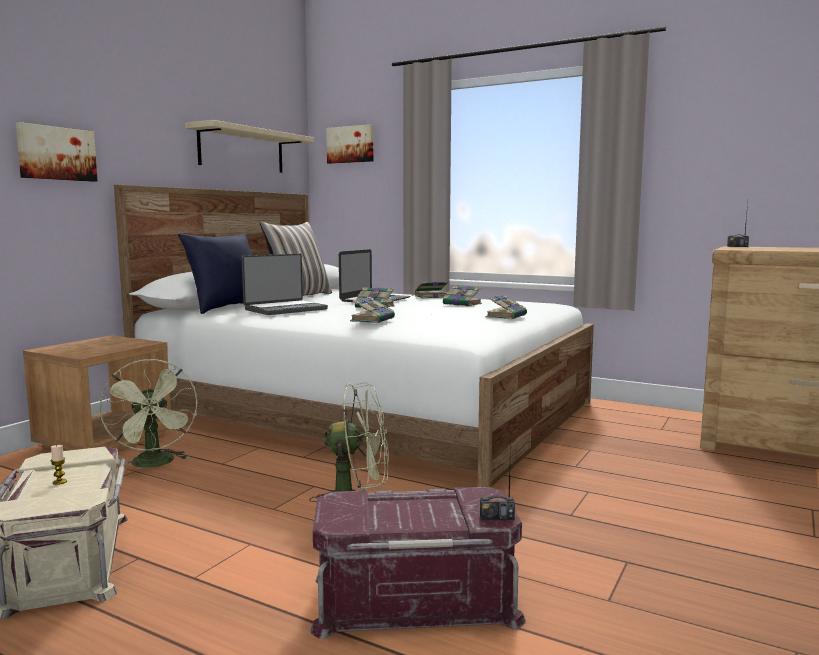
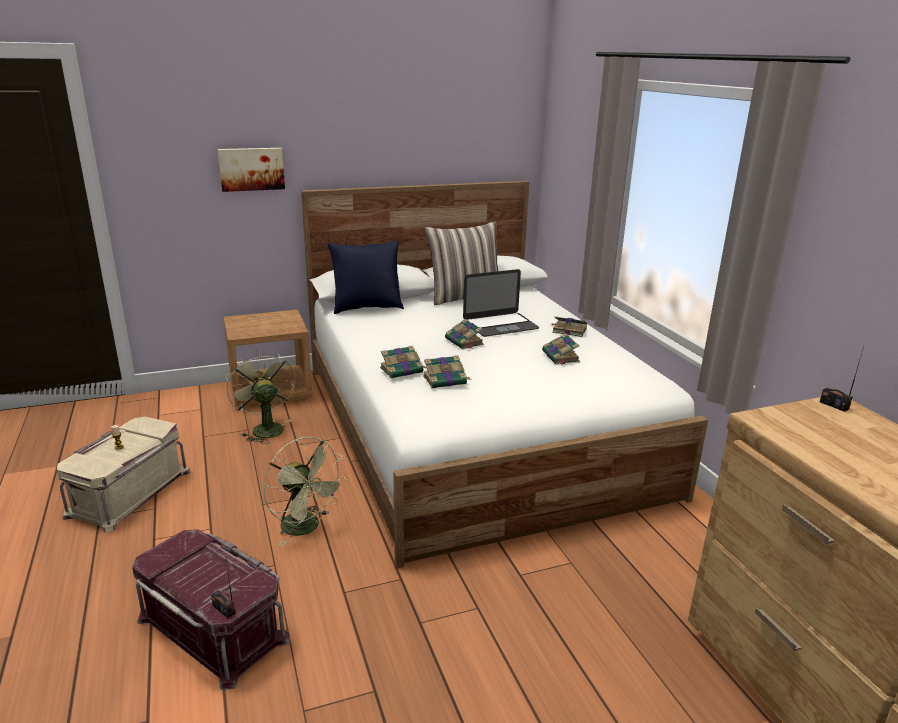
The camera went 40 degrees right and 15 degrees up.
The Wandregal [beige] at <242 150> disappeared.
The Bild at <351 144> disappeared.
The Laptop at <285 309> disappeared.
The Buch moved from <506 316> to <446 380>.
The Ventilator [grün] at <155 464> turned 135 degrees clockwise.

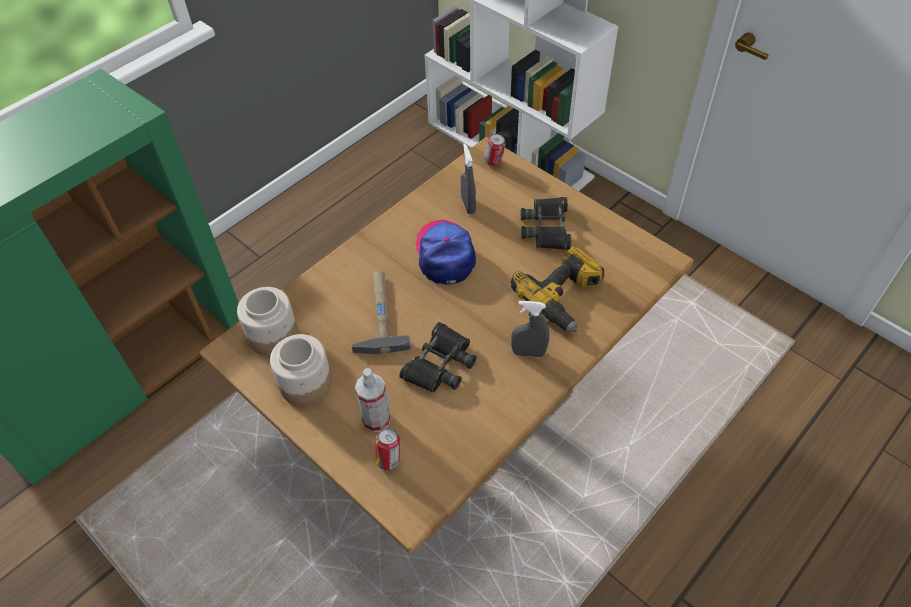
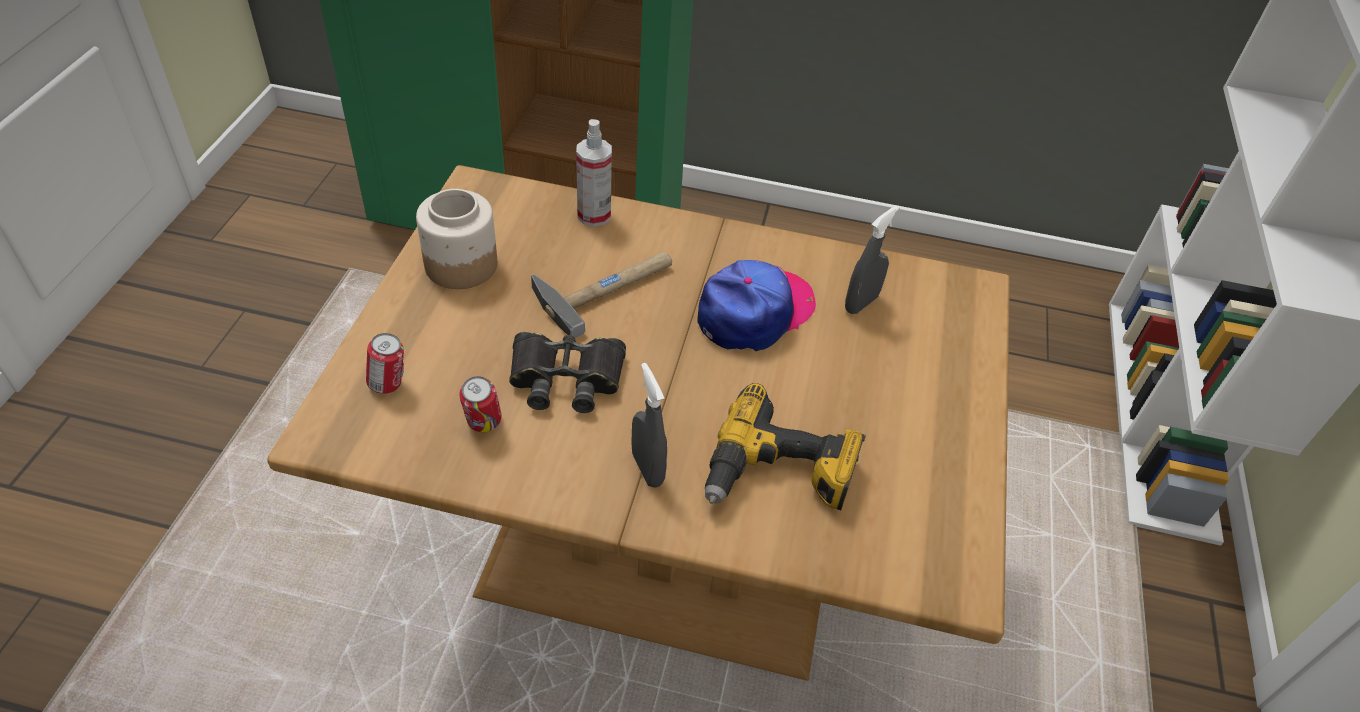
The camera went 55 degrees right and 5 degrees down.
The Dose moved from <494 162> to <483 424>.
The Fernglas [schwarz] at <547 228> disappeared.
The Vorratsglas at <272 336> disappeared.
The Sprühflasche moved from <376 420> to <594 215>.

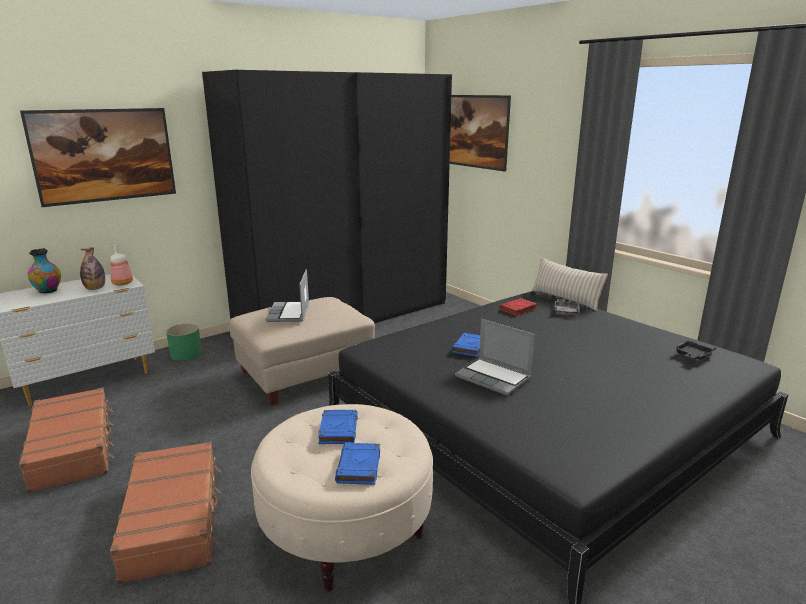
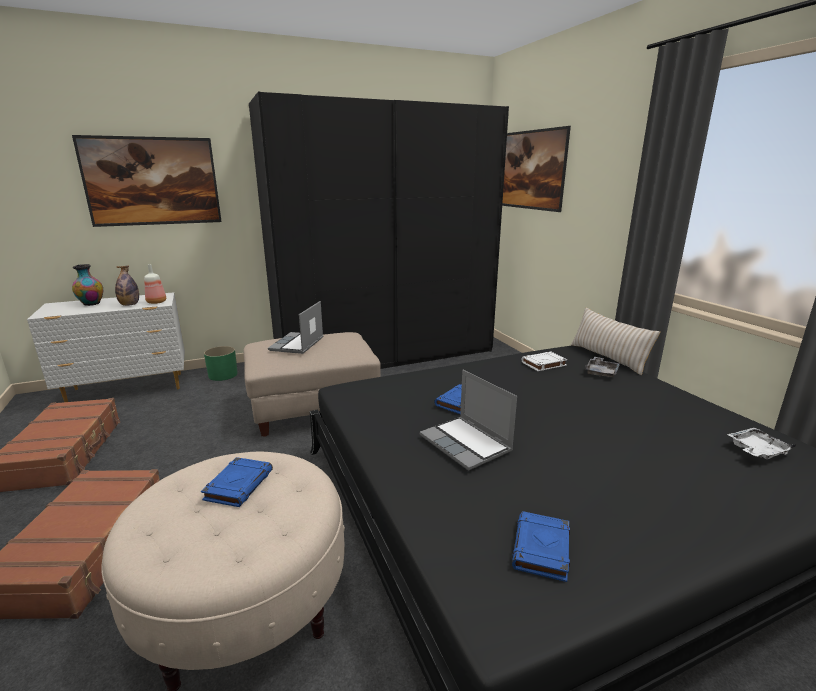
The camera went 15 degrees right and 0 degrees up.
The Buch [rot] at <518 309> became the Buch [weiß] at <543 364>.
The Tablett [schwarz] at <692 355> became the Tablett [weiß] at <756 450>.
The Buch [blau] moved from <359 467> to <541 550>.

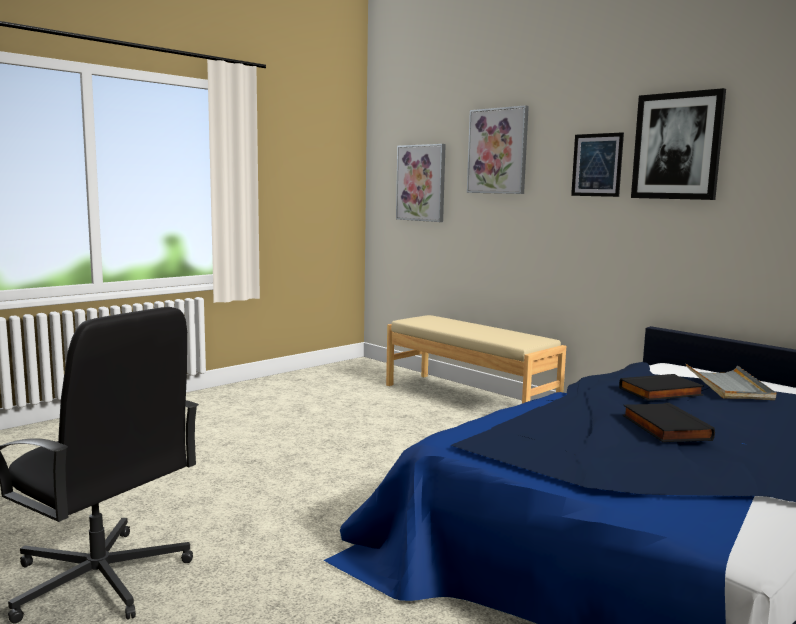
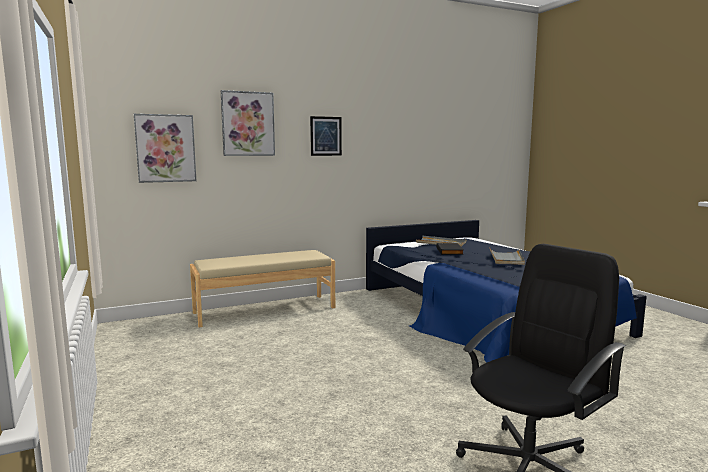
The camera went 70 degrees left and 0 degrees up.
The Bild at <677 146> disappeared.
The Buch [schwarz] at <663 427> was replaced by the Tablett [grau] at <506 258>.

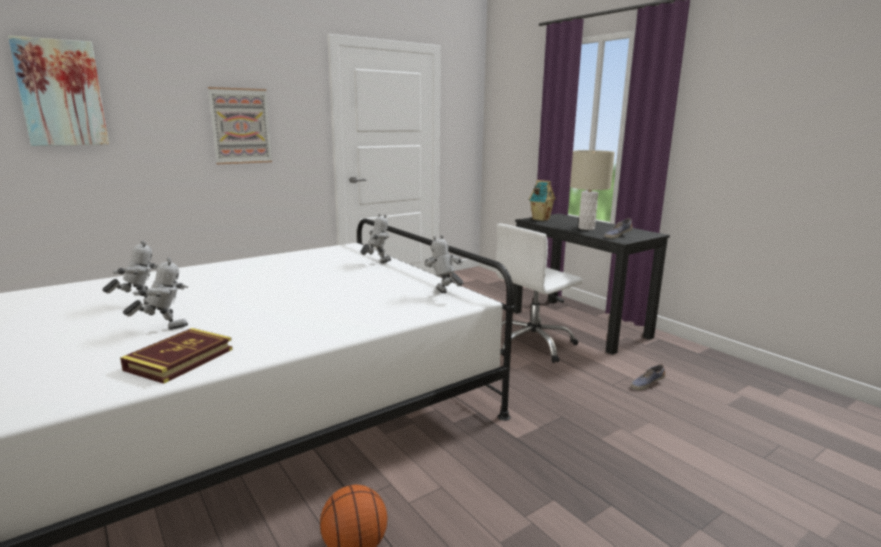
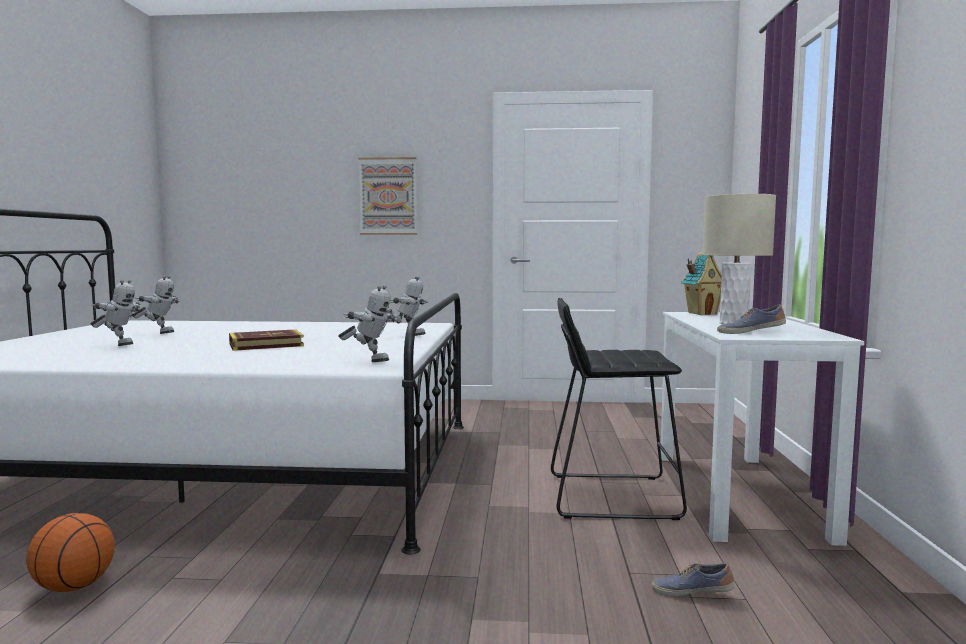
The camera went 40 degrees right and 10 degrees down.
The Bild at <61 93> disappeared.
The Schreibtisch [schwarz] at <579 324> became the Schreibtisch [weiß] at <737 494>.
The Bürostuhl [weiß] at <533 344> was replaced by the Hocker [schwarz] at <612 496>.
The Spielzeugroboter at <444 295> turned 105 degrees clockwise.
The Buch moved from <180 359> to <266 345>.

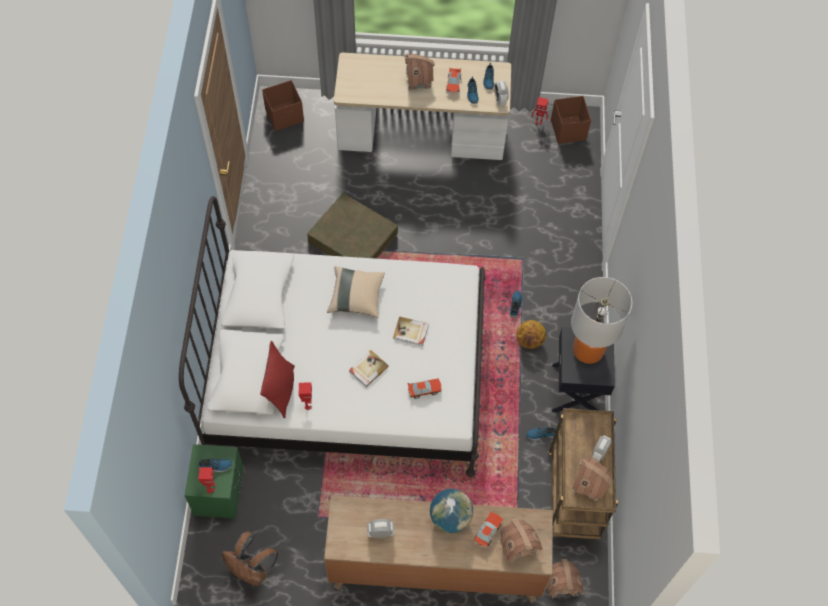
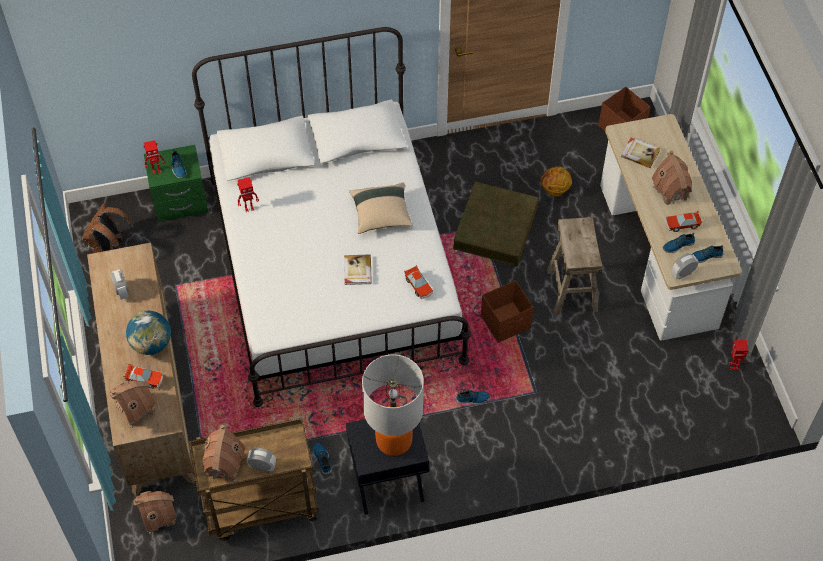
The camera went 75 degrees right and 5 degrees down.
The Aufbewahrungsbox [braun] moved from <568 129> to <506 322>.
The Basketball moved from <529 341> to <555 190>.
The Kissen [rot] at <281 390> disappeared.
The Buch moved from <368 369> to <640 153>.
The Spielzeugauto moved from <424 390> to <418 286>.
The Hocker [beige] at <571 290> appeared.

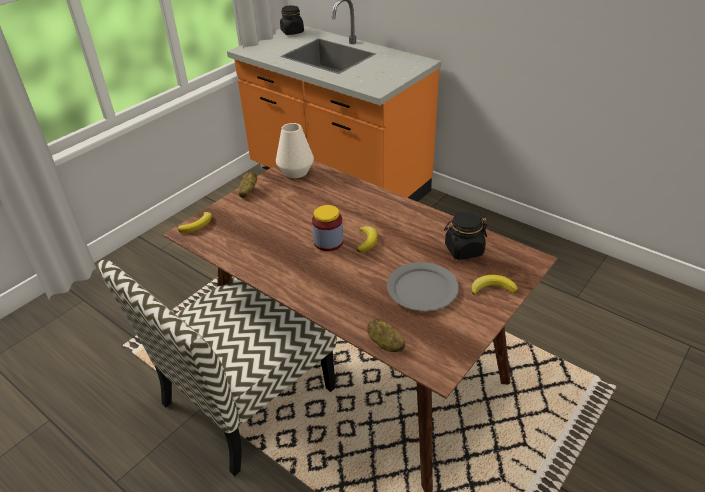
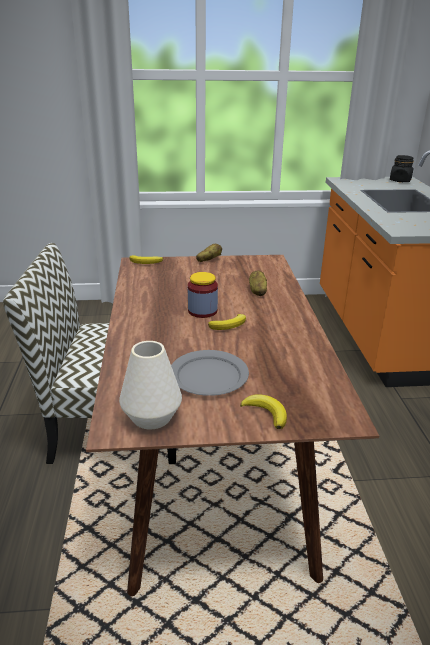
The camera went 45 degrees right and 10 degrees down.
The Vase [weiß] moved from <296 172> to <151 417>.
The Vorratsglas [schwarz] at <463 250> disappeared.
The Kartoffel moved from <385 344> to <257 291>.

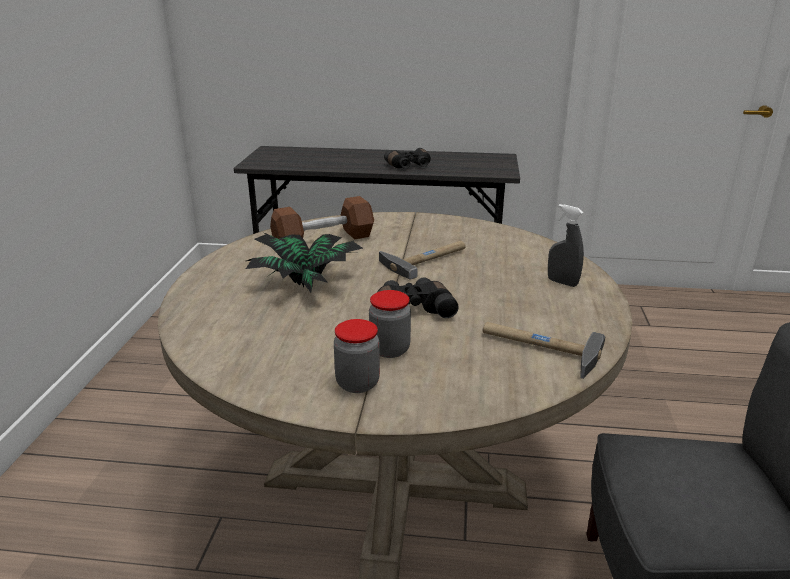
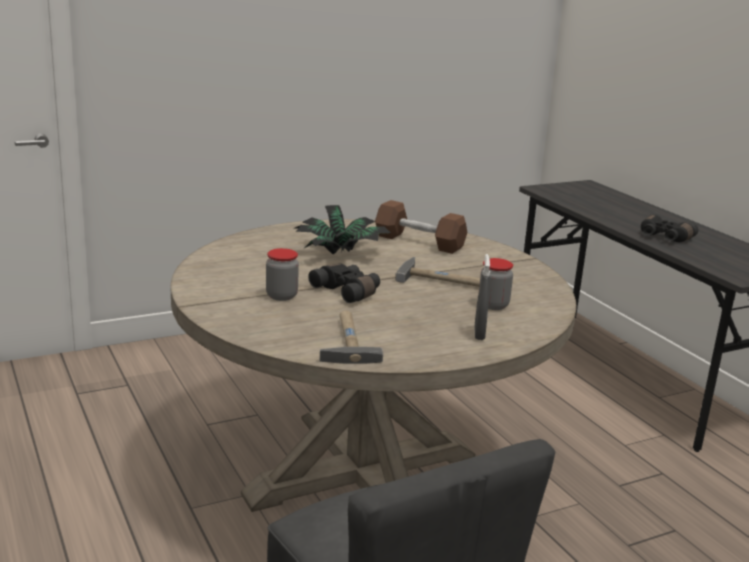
The camera went 55 degrees right and 5 degrees down.
The Vorratsglas moved from <357 383> to <493 305>.

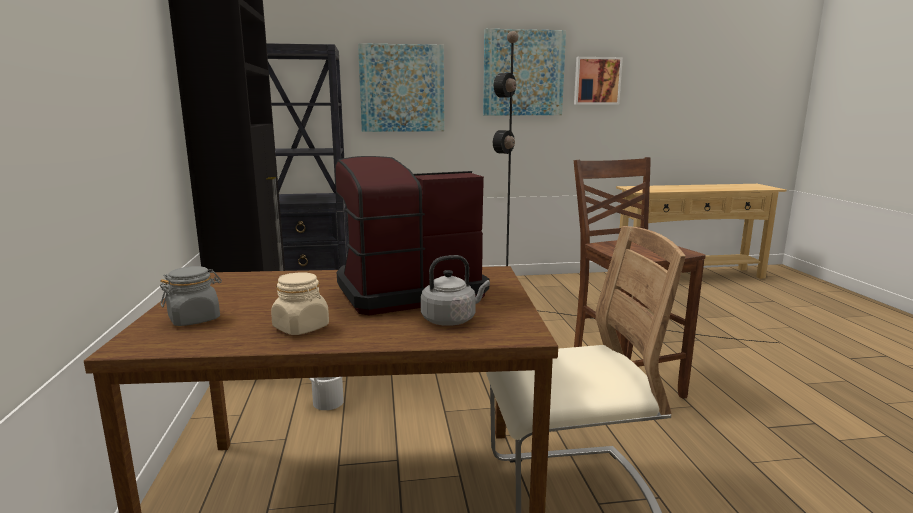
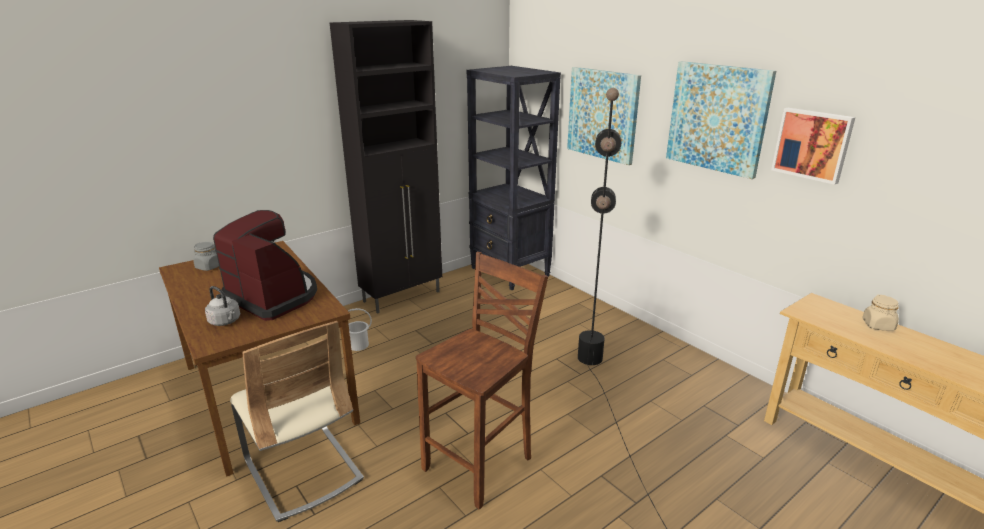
The camera went 60 degrees right and 10 degrees up.
The Vorratsglas [beige] moved from <301 327> to <878 325>.

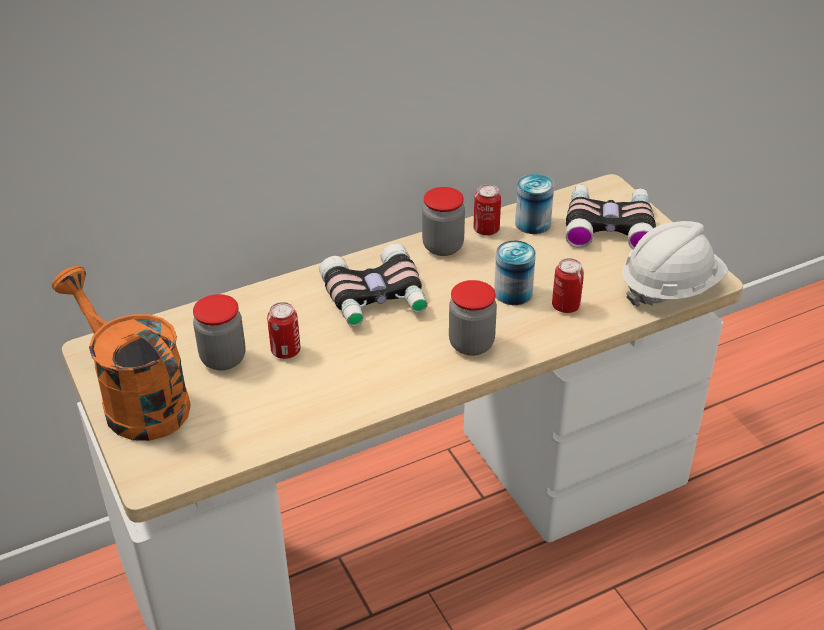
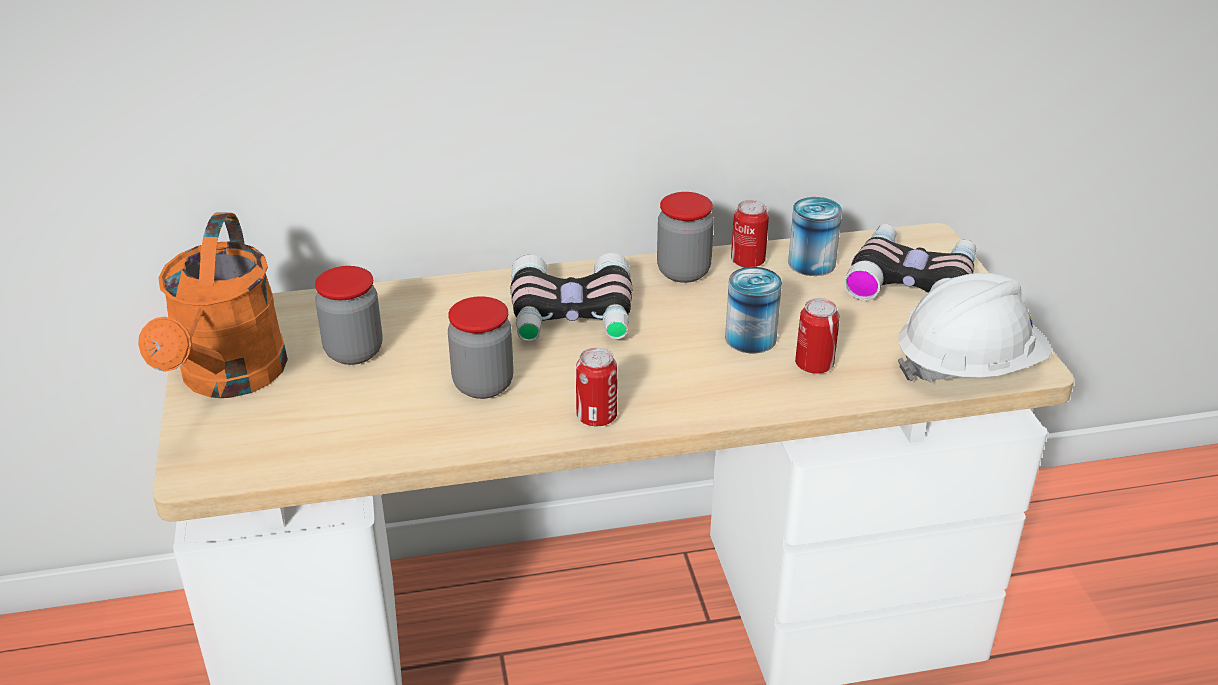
The camera went 15 degrees right and 5 degrees down.
The Gießkanne [orange] at <136 400> turned 150 degrees counterclockwise.
The Vorratsglas moved from <471 344> to <483 385>.
The Dose moved from <286 351> to <596 417>.

